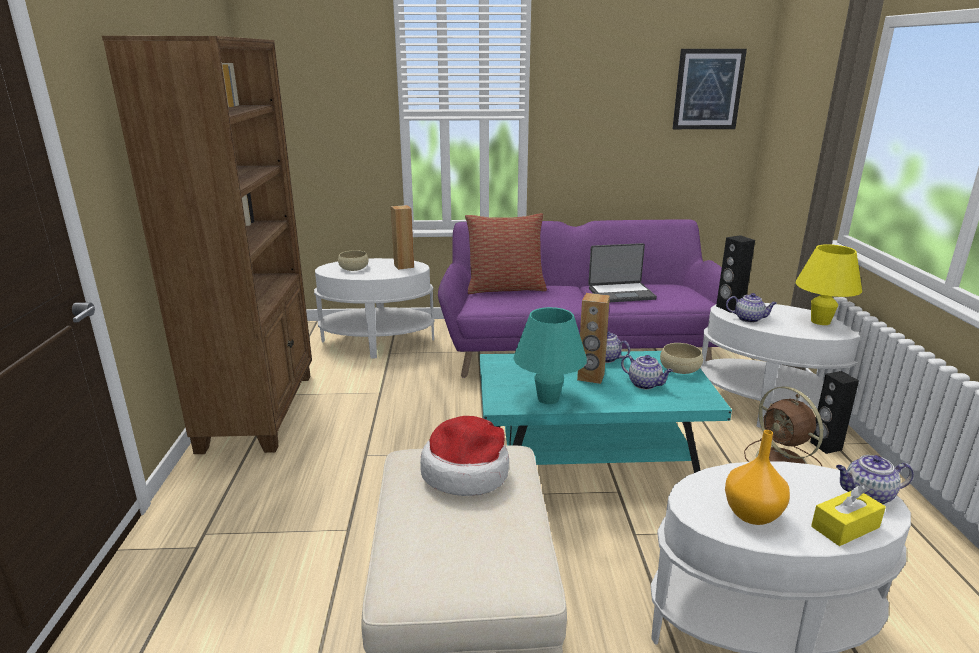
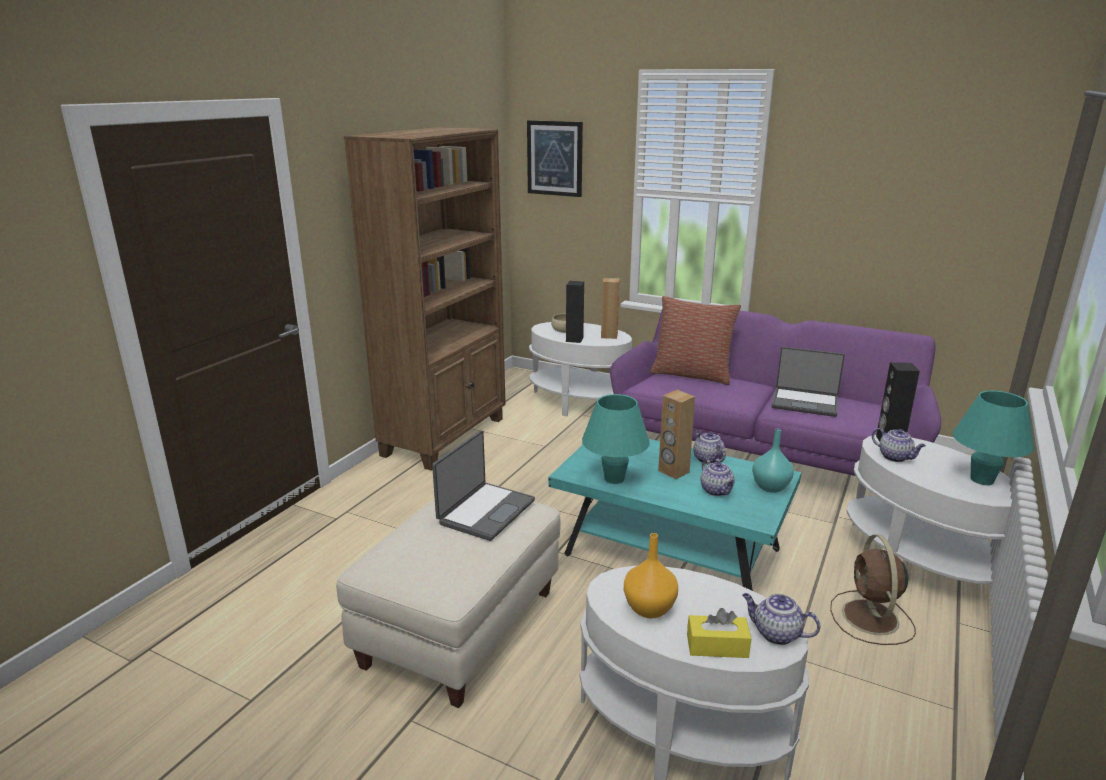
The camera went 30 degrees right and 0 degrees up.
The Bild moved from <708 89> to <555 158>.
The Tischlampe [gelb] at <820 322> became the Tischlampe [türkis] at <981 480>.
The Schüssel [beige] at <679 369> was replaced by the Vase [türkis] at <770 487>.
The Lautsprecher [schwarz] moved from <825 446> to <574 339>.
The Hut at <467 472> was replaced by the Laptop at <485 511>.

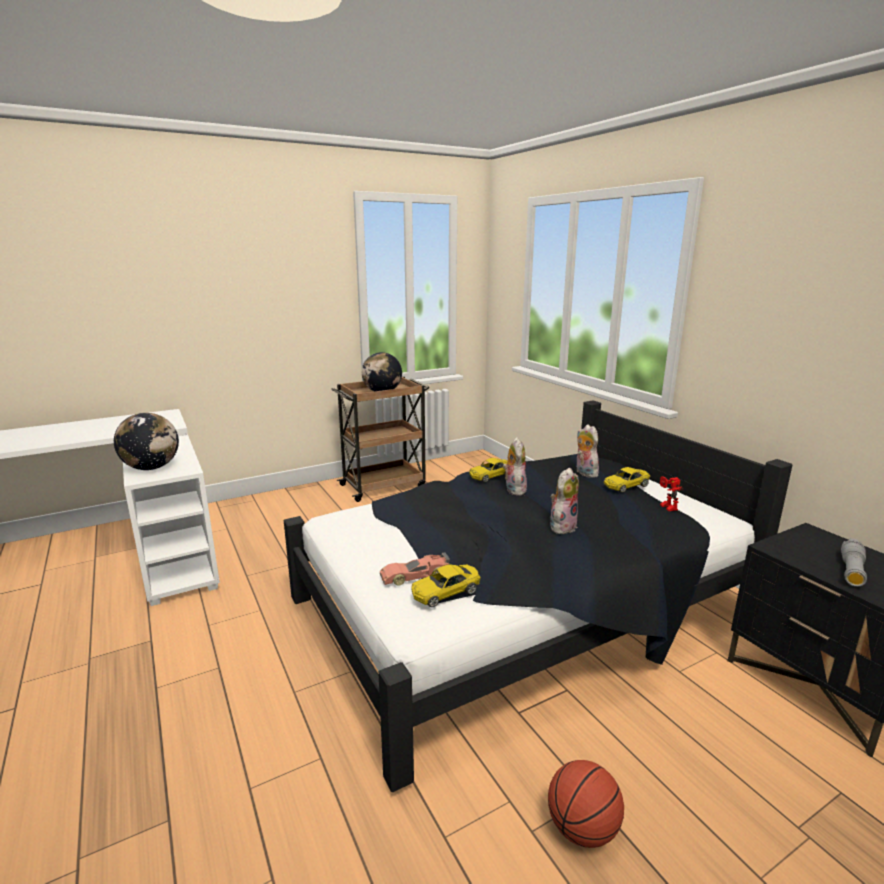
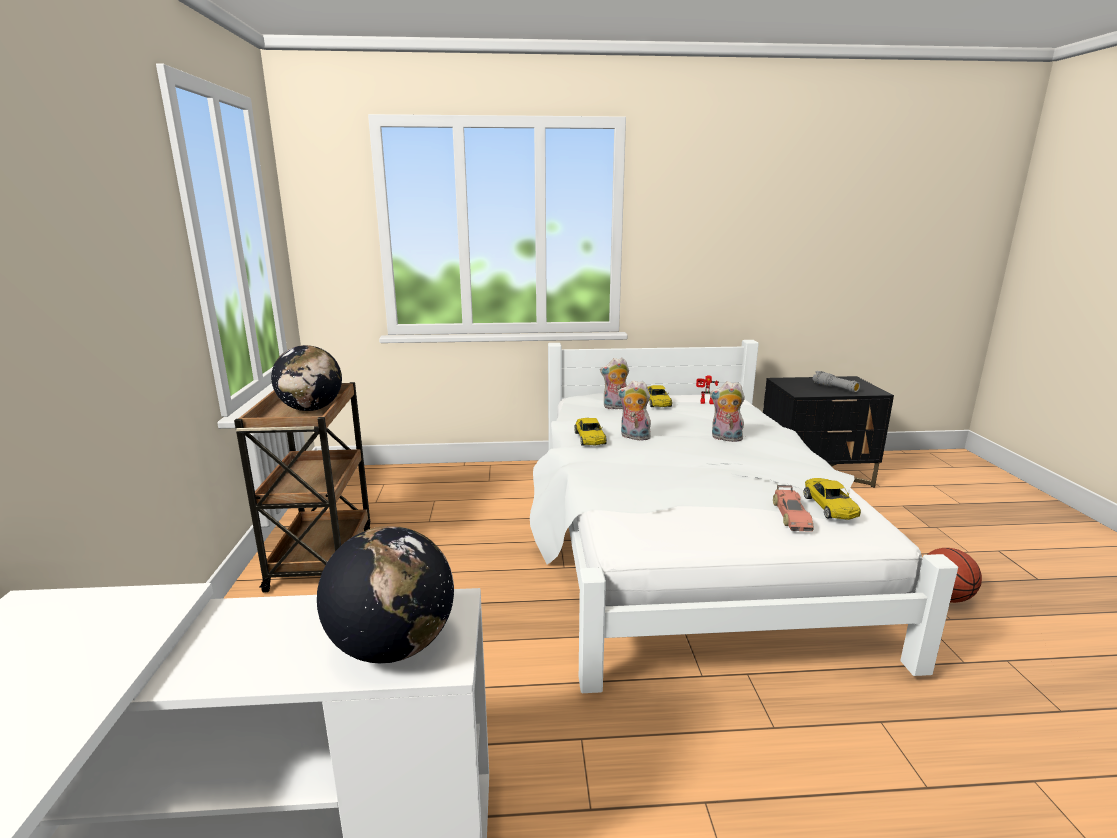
The camera went 65 degrees left and 0 degrees up.
The Bett [schwarz] at <518 610> became the Bett [weiß] at <684 546>.
The Plüschtier at <562 526> turned 45 degrees counterclockwise.

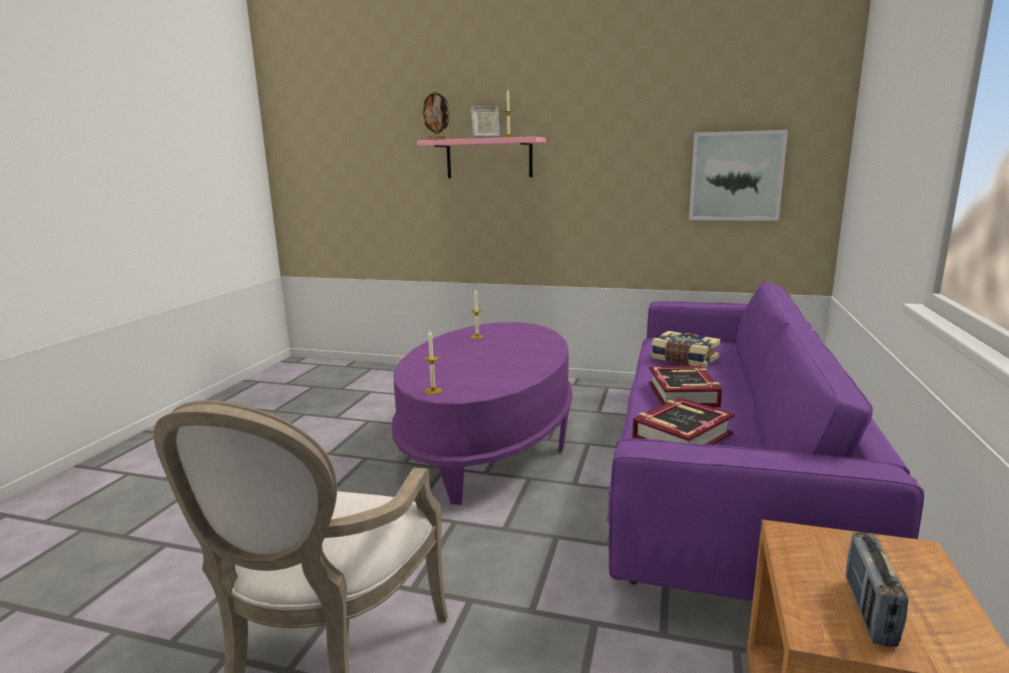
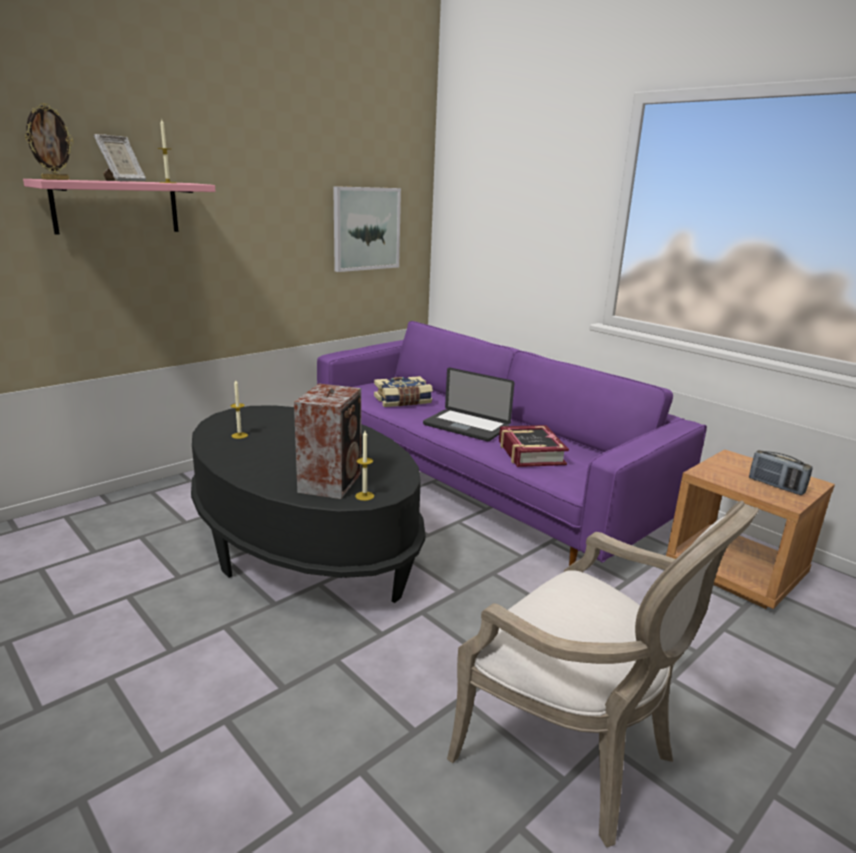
The camera went 60 degrees left and 5 degrees up.
The Couchtisch [lila] at <488 442> became the Couchtisch [schwarz] at <303 543>.
The Buch at <683 394> was replaced by the Laptop at <466 426>.
The Lautsprecher at <332 482> appeared.

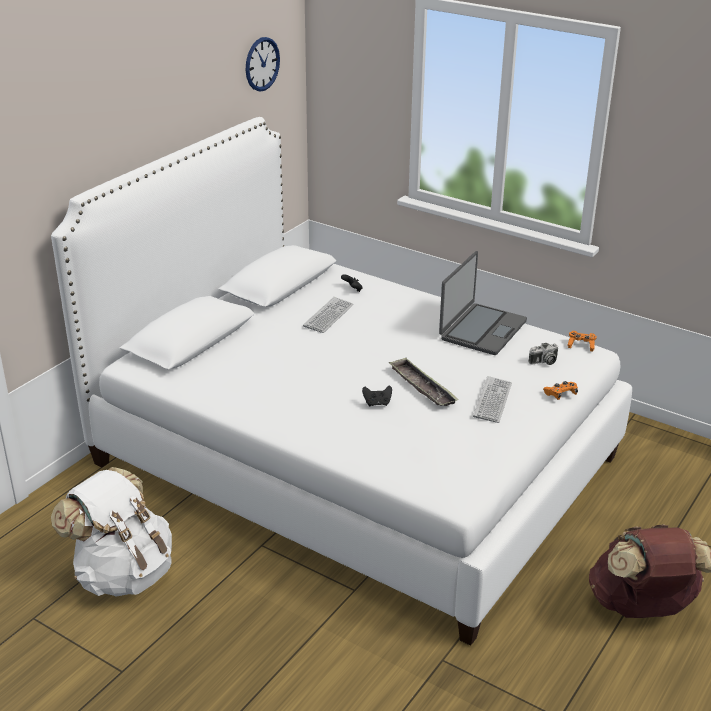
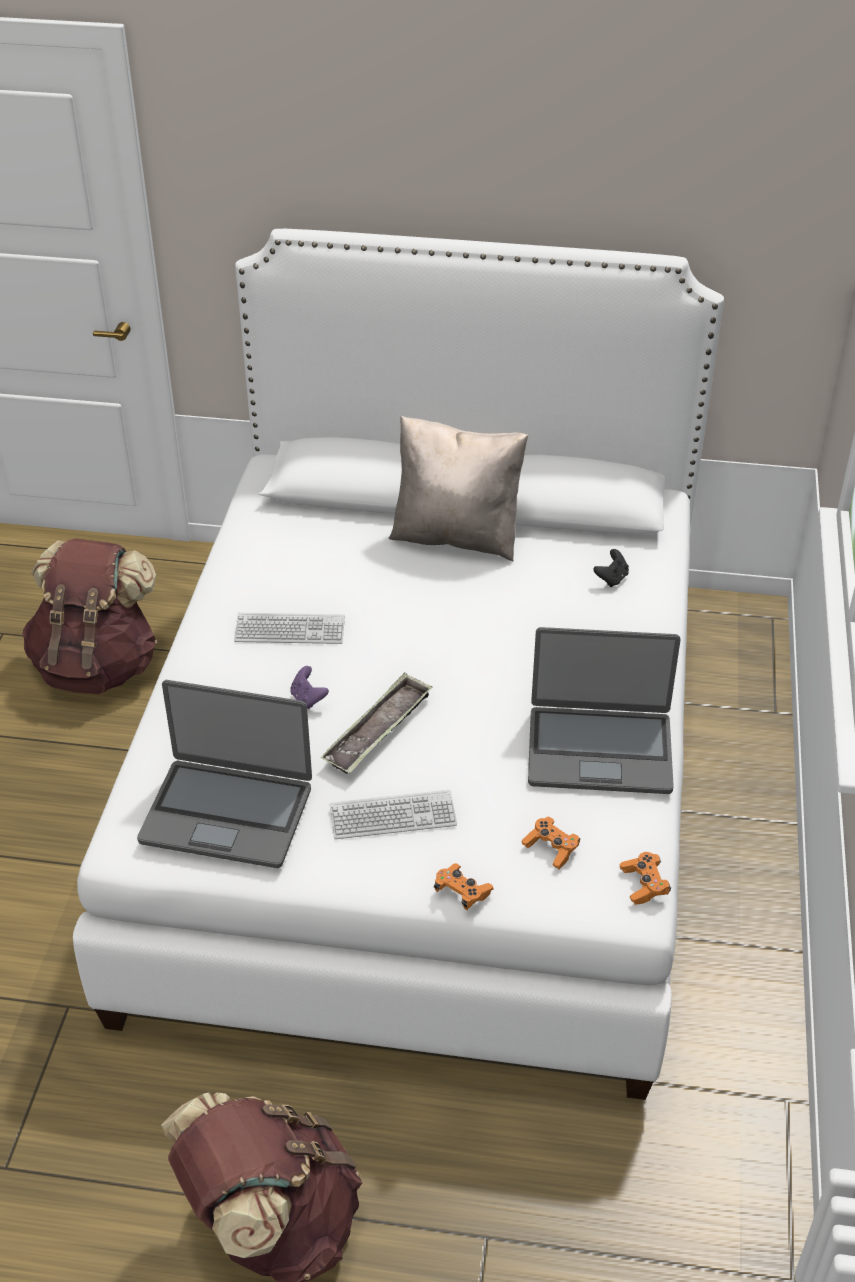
The camera went 65 degrees right and 10 degrees up.
The Wanduhr at <262 64> disappeared.
The Tastatur moved from <328 316> to <290 630>.
The Kamera at <544 362> was replaced by the Gamepad [orange] at <551 849>.
The Gamepad [schwarz] at <377 403> became the Gamepad [lila] at <308 699>.
The Rucksack [weiß] at <123 573> became the Rucksack [braun] at <98 666>.
The Kissen [beige] at <456 536> appeared.
The Laptop at <227 813> appeared.

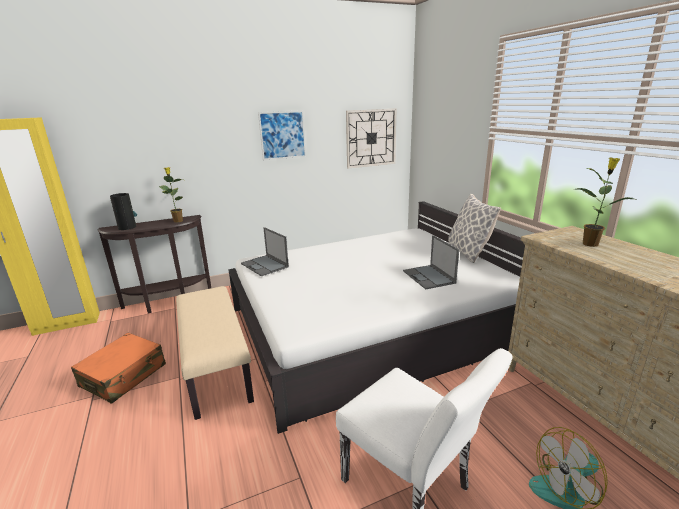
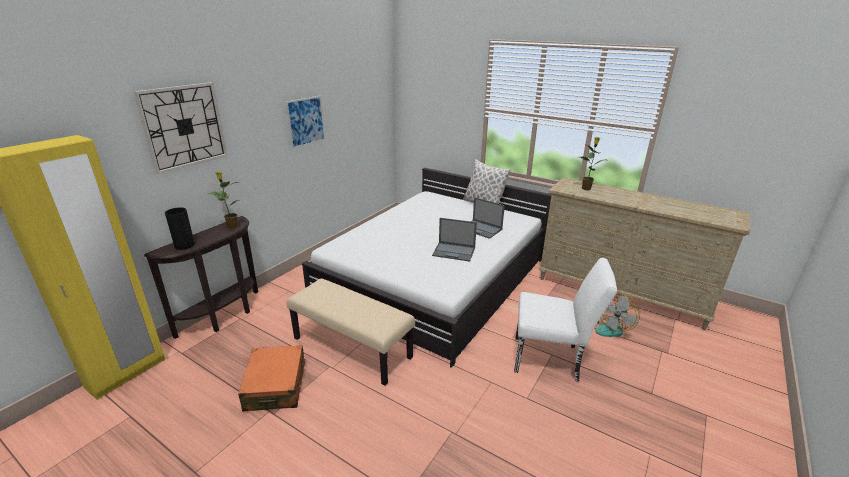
The camera went 35 degrees left and 5 degrees up.
The Wanduhr moved from <371 138> to <184 126>.
The Laptop moved from <265 265> to <454 252>.

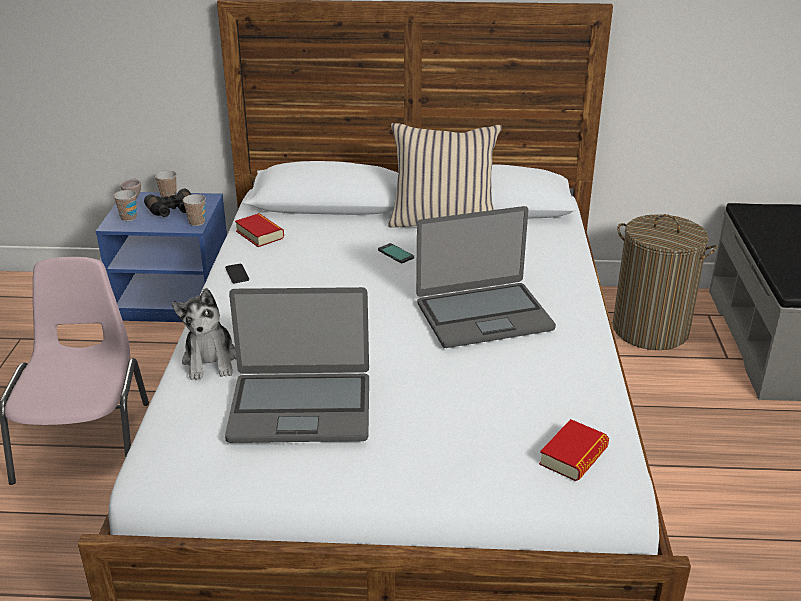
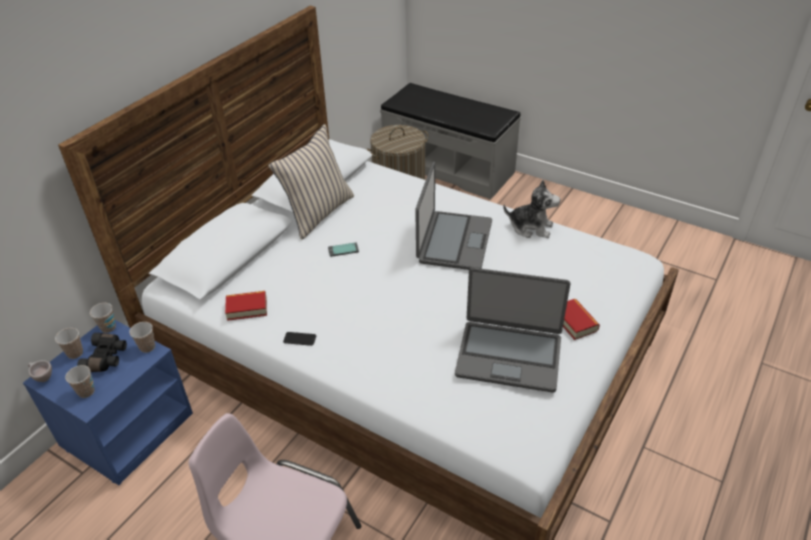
The camera went 60 degrees left and 10 degrees up.
The Laptop at <301 408> turned 75 degrees clockwise.
The Plüschtier moved from <211 360> to <531 227>.
The Buch moved from <573 456> to <574 322>.
The Tasse at <108 327> appeared.

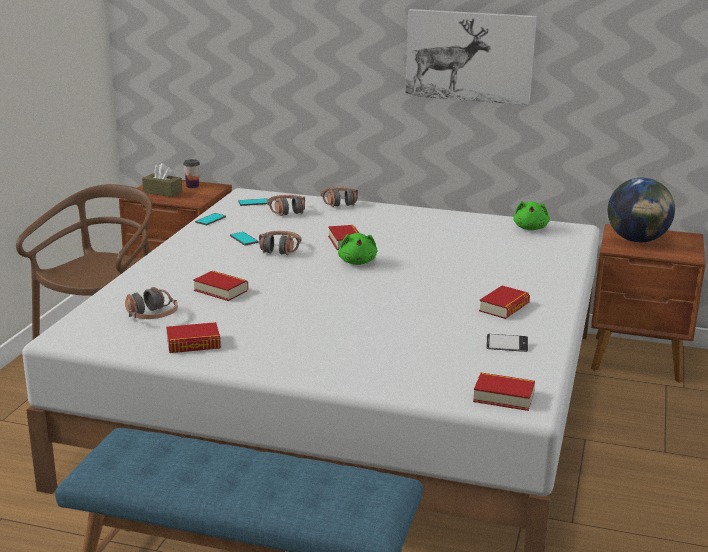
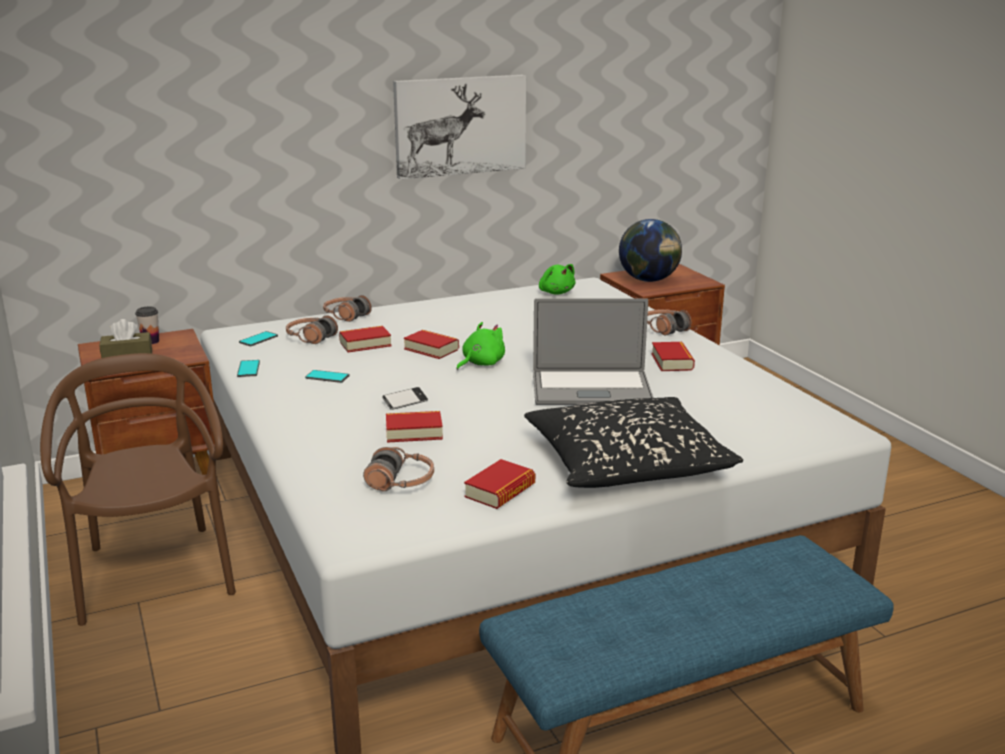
The camera went 40 degrees left and 0 degrees up.
The Kopfhörer moved from <279 249> to <665 329>.
The Plüschtier [grün] at <357 262> turned 90 degrees counterclockwise.
The Handy moved from <506 346> to <405 402>.
The Buch moved from <503 397> to <365 344>.
The Laptop at <591 389> appeared.
The Kissen [schwarz] at <627 463> appeared.

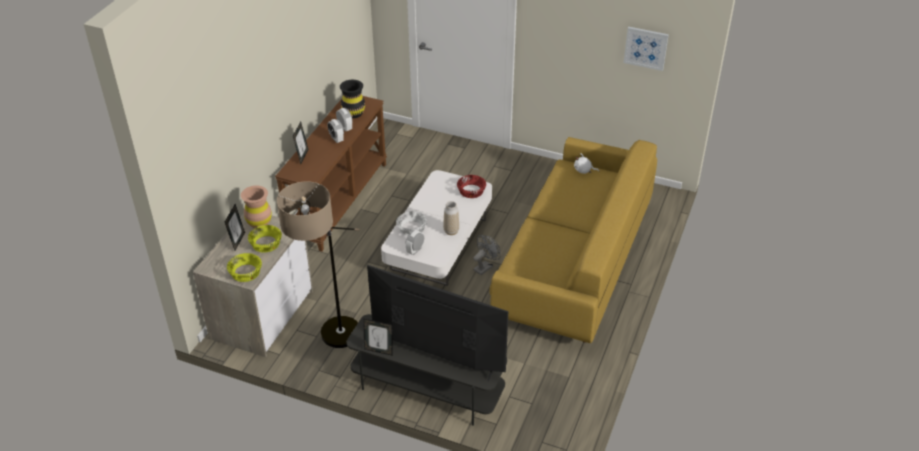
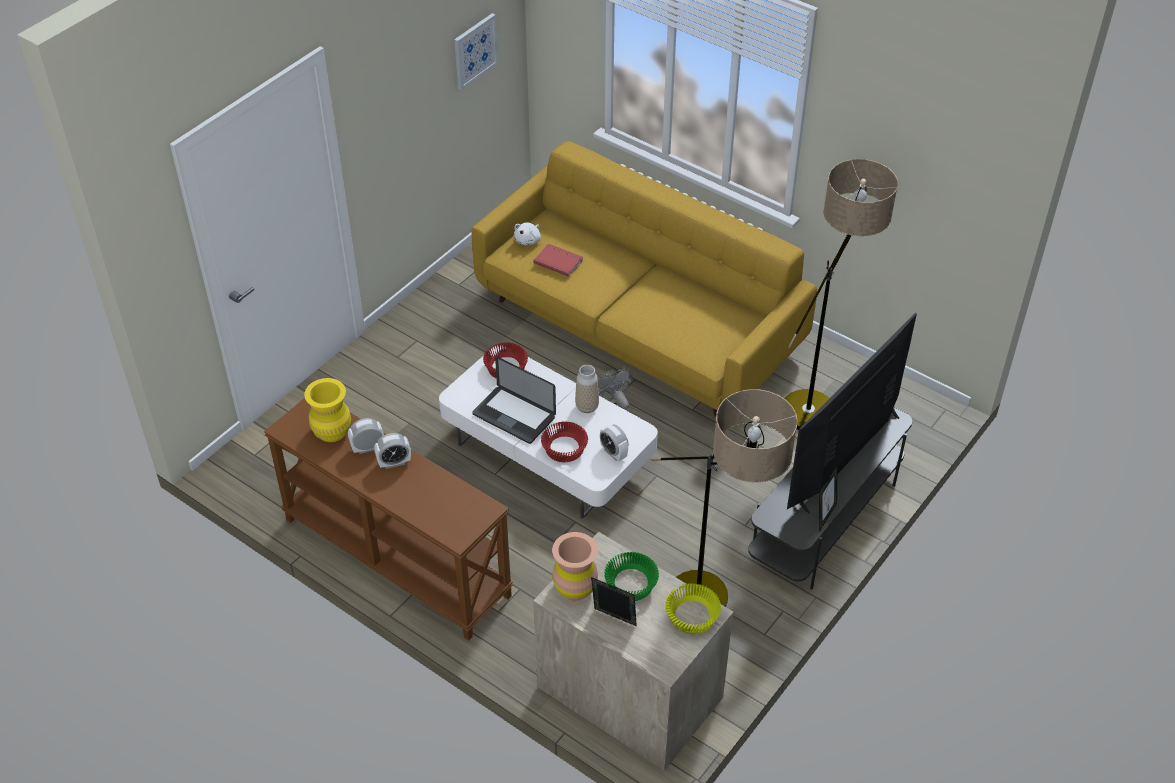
The camera went 75 degrees left and 5 degrees up.
The Vase [schwarz] at <353 113> became the Vase [gelb] at <332 431>.
The Bilderrahmen at <302 156> disappeared.
The Schüssel [weiß] at <412 228> became the Schüssel [rot] at <564 448>.
The Schüssel [gelb] at <266 244> became the Schüssel [grün] at <632 584>.
The Stehlampe at <819 399> appeared.
The Buch [rot] at <559 260> appeared.
The Laptop at <514 416> appeared.

